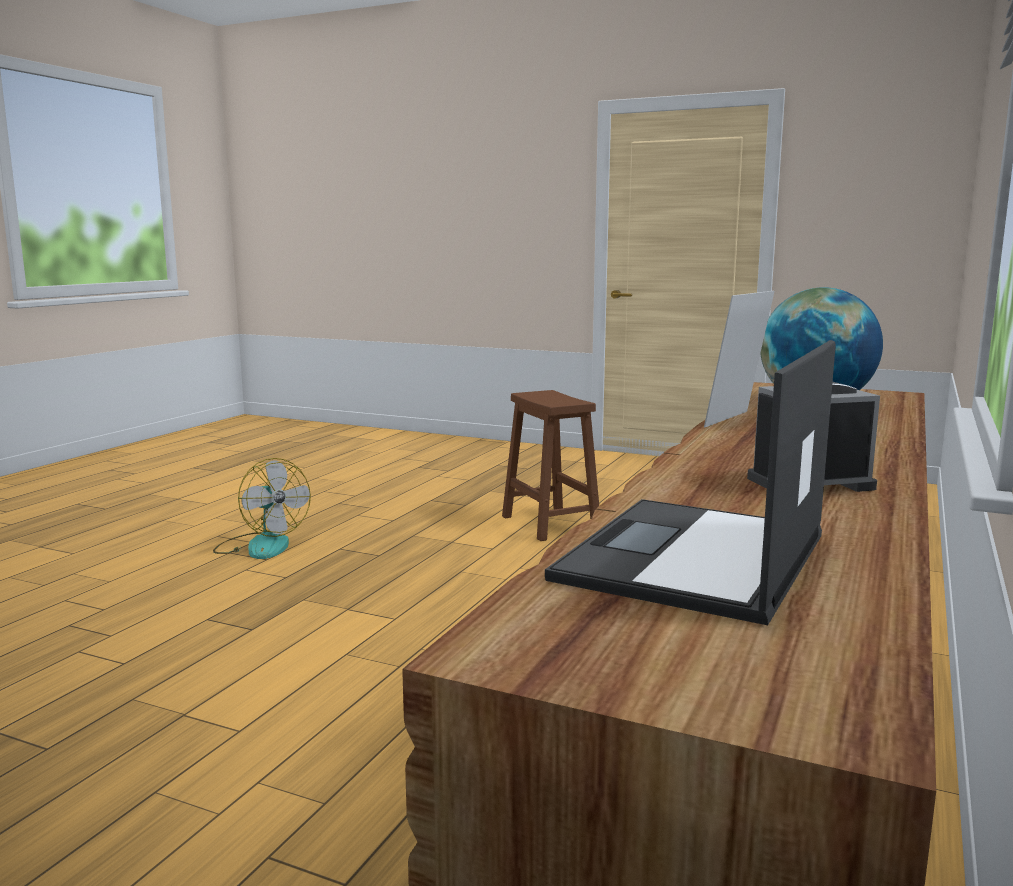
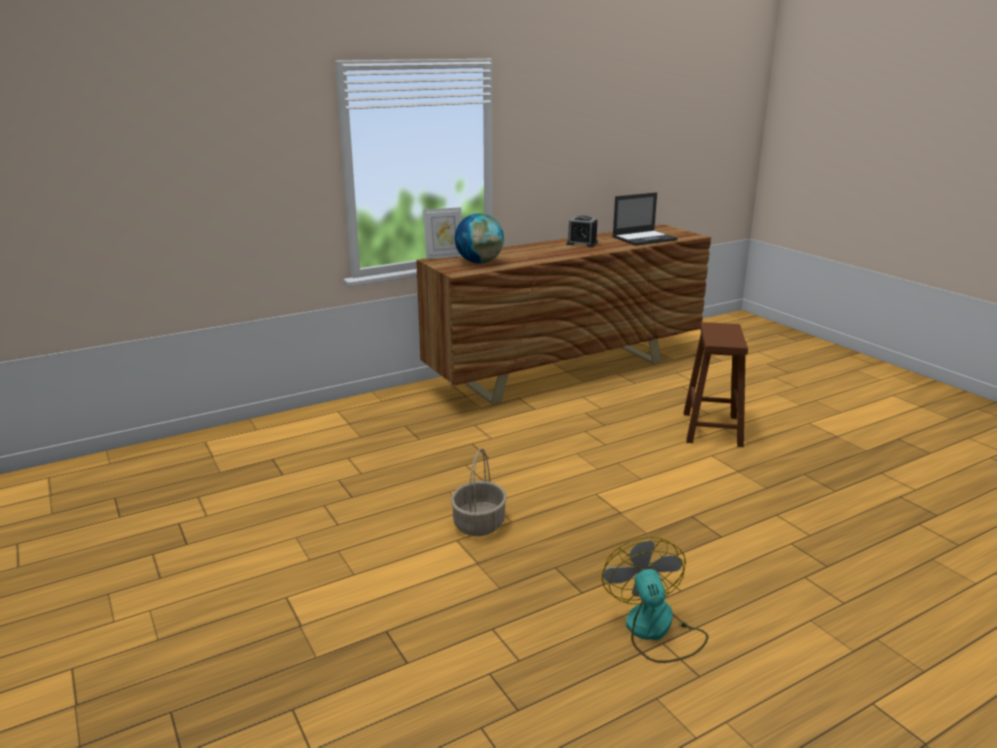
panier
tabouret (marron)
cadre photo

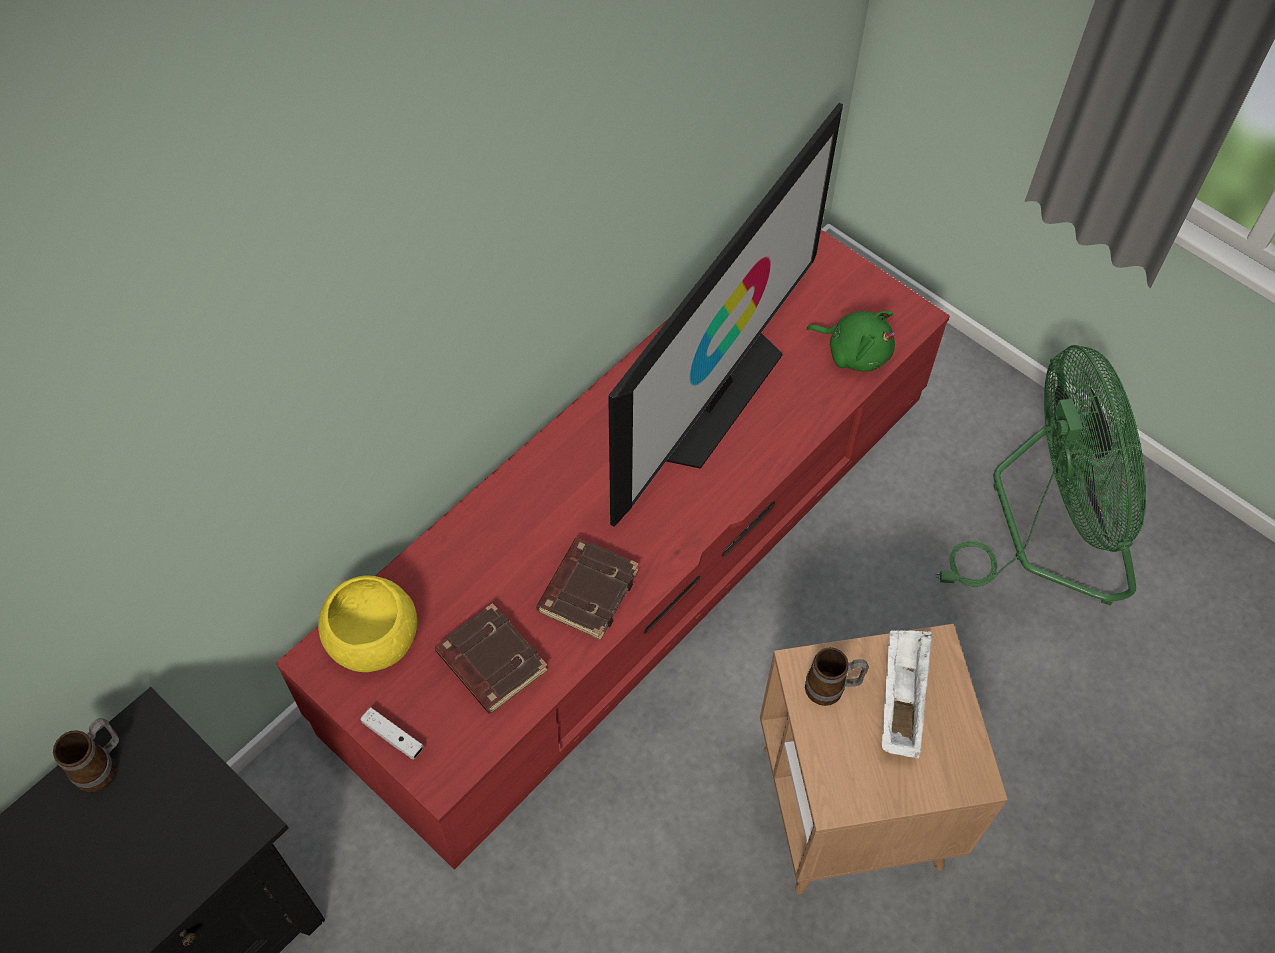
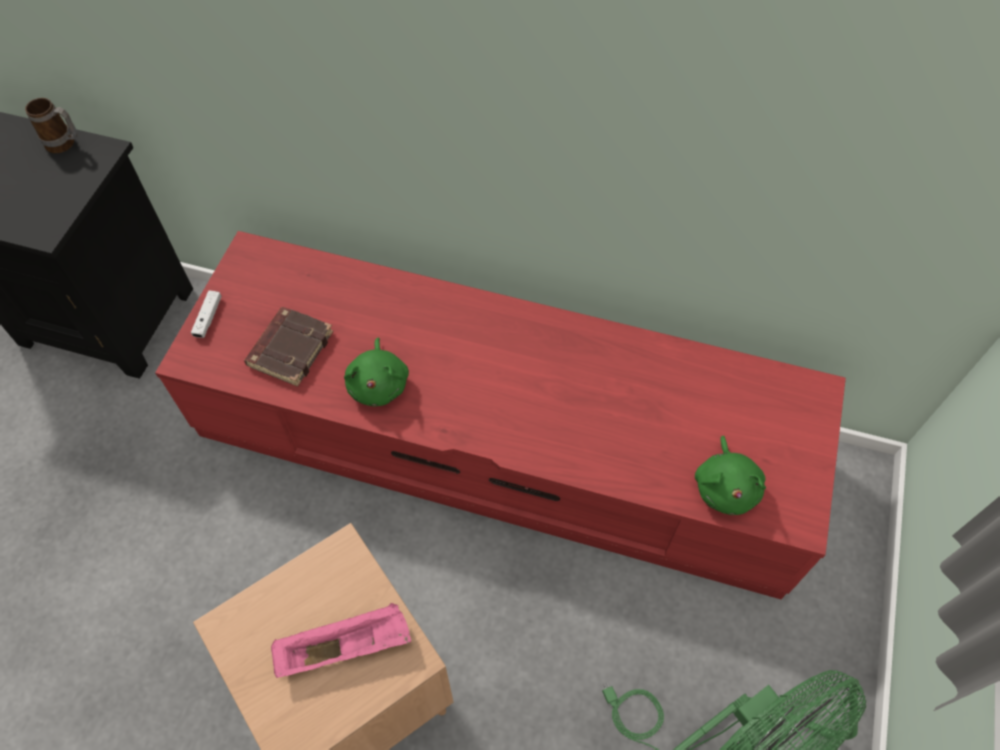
bol (jaune)
téléviseur
mug (2nd from left in the first image)
peluche (vert) (1st from left)
plateau (rose)

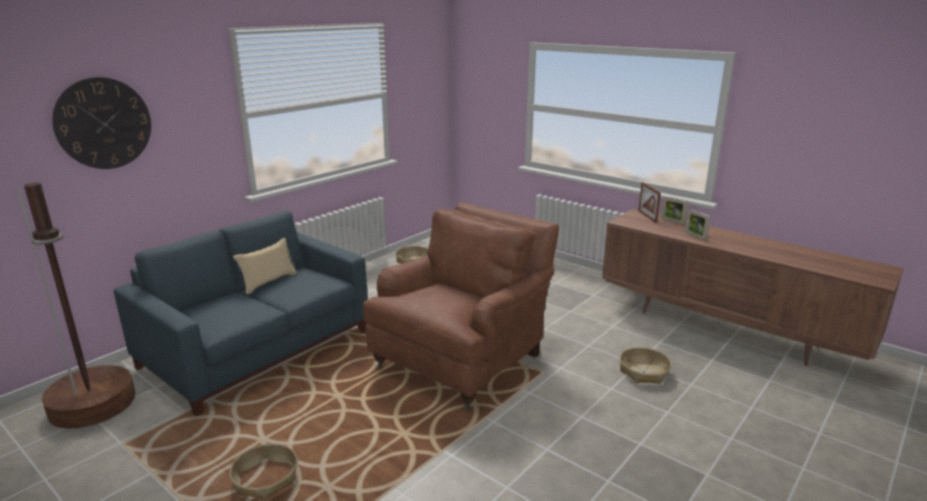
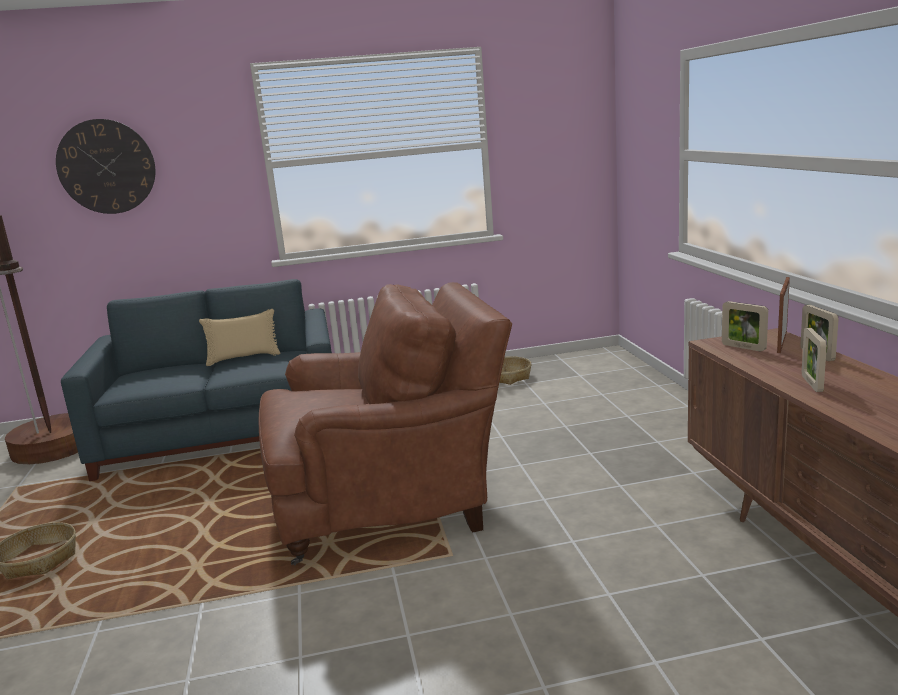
panier (3rd from left in the first image)
cadre photo (1st from left)

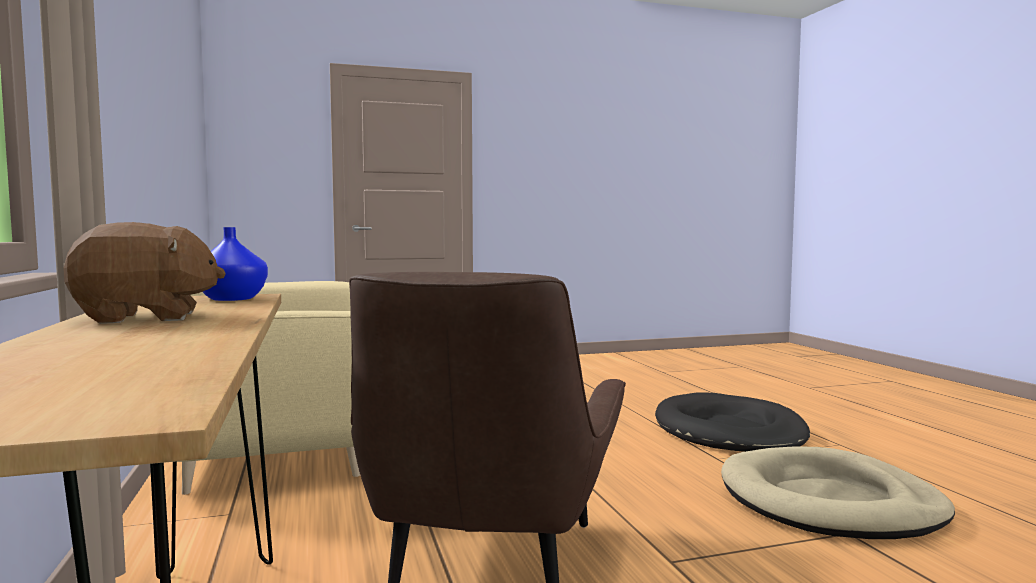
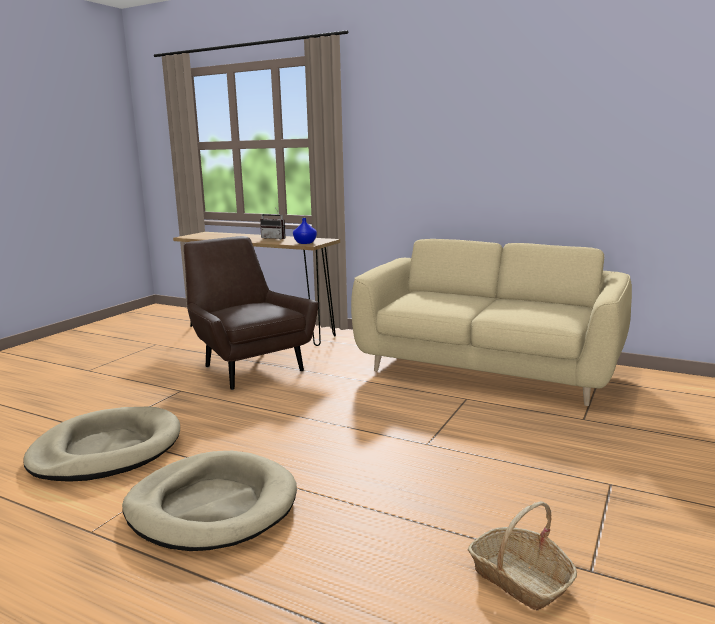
panier
radio
panier pour chien (beige) (2nd from left)

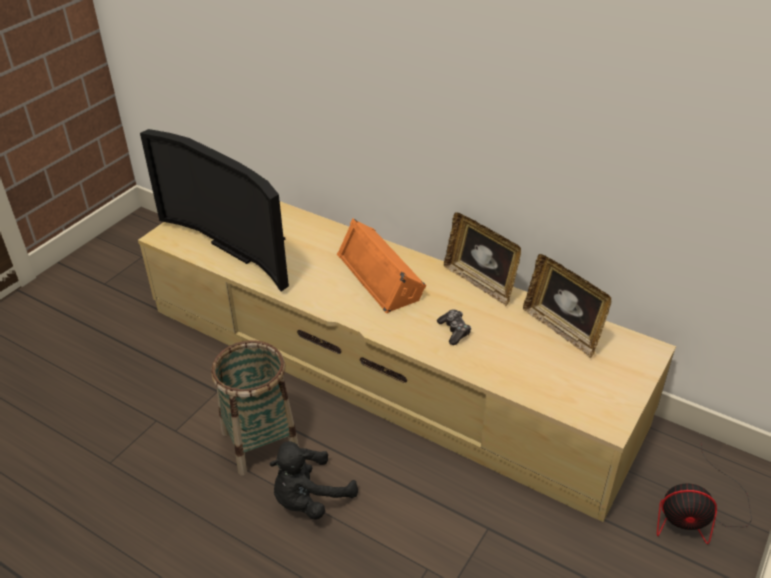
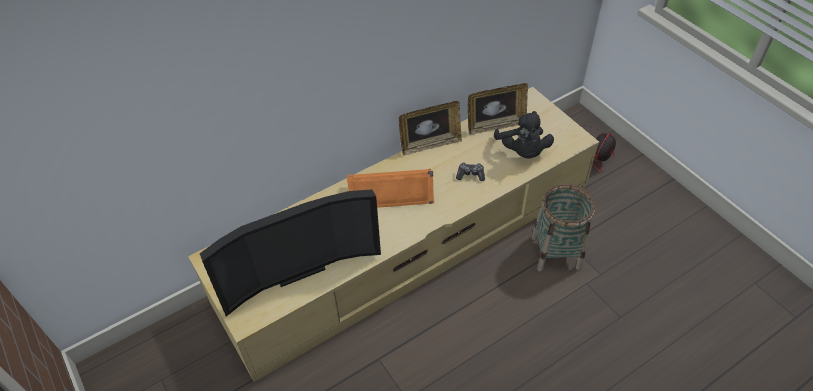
panier
peluche (noir)

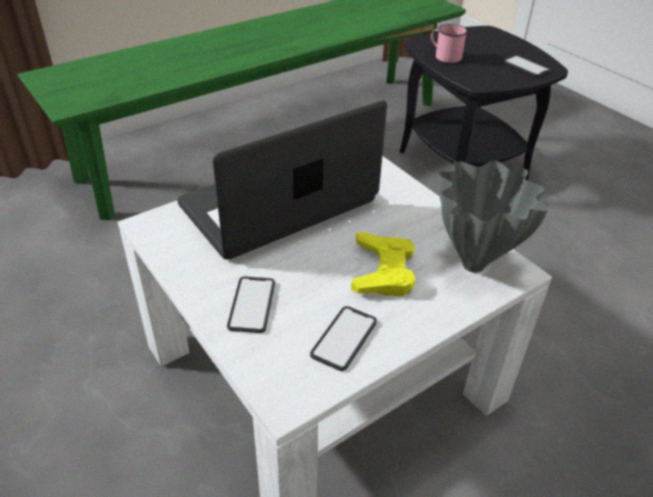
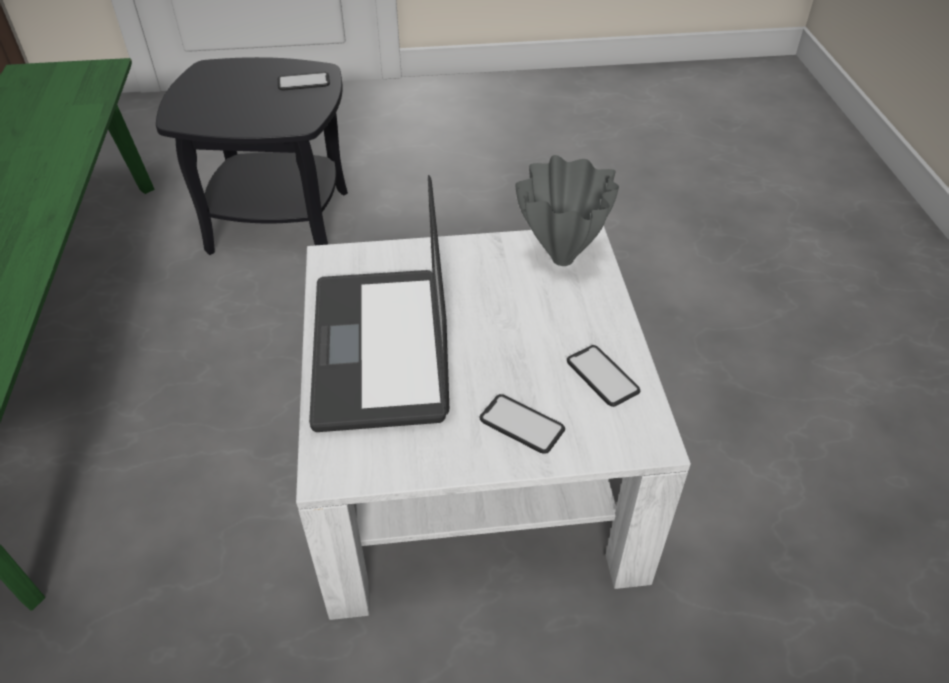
manette (jaune)
mug (rose)

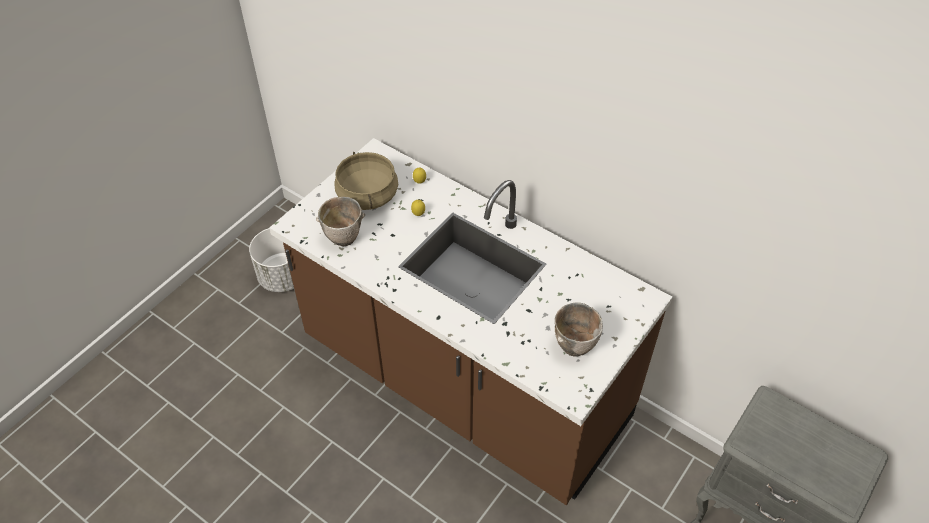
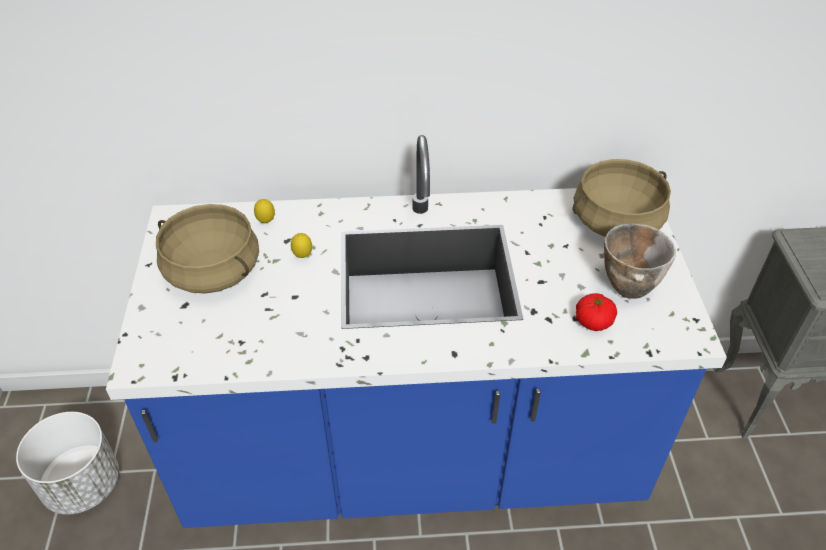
bol (1st from left in the first image)
marmite (beige) (2nd from left)
tomate
comptoir de cuisine (bleu)

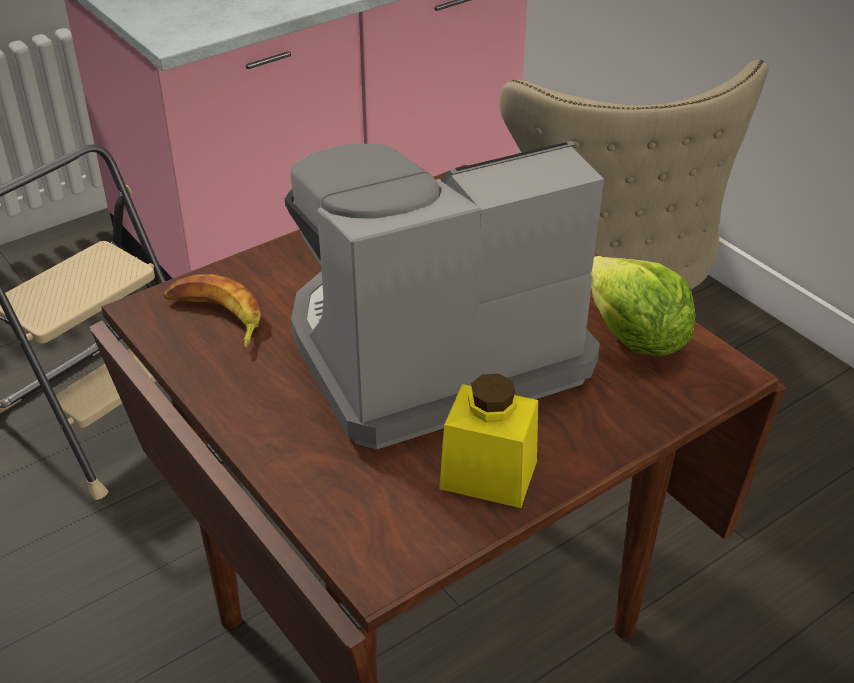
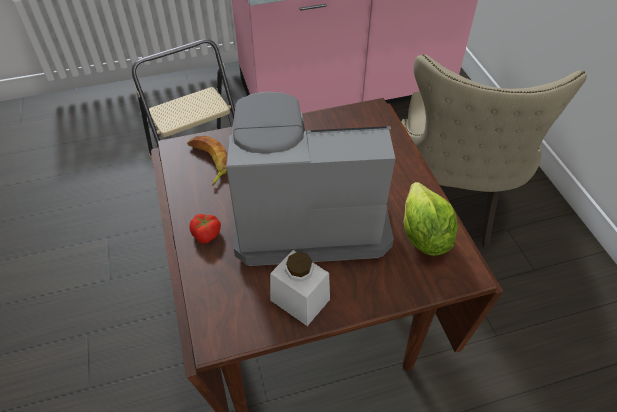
tomate
bocal (blanc)

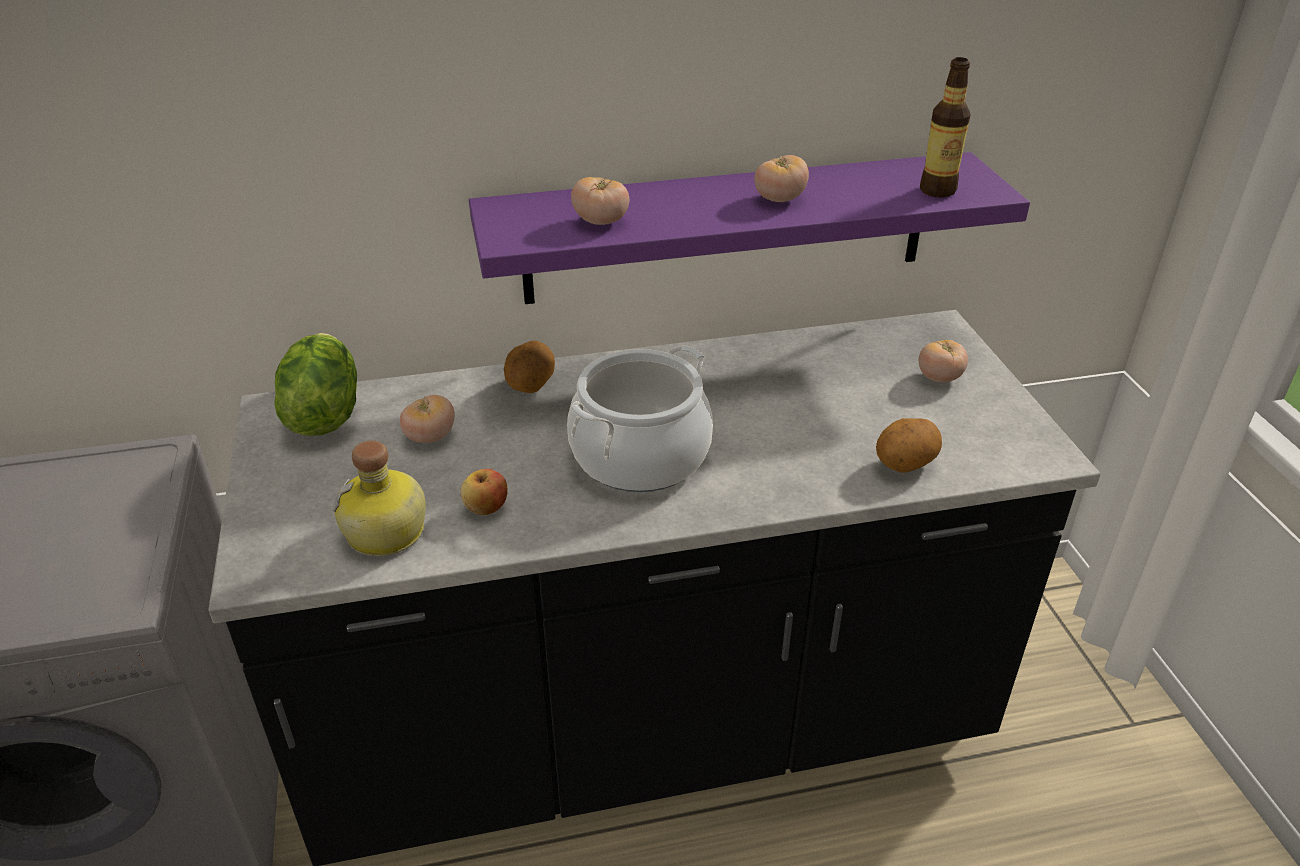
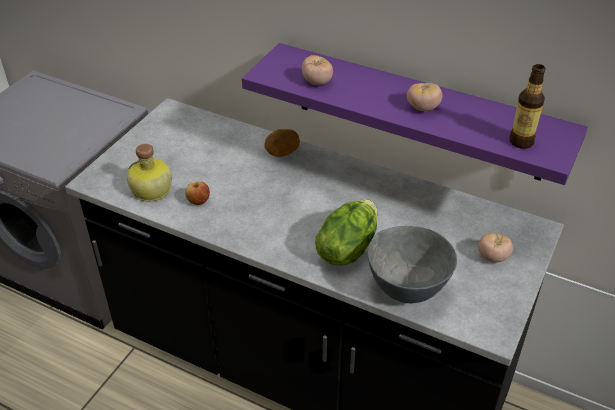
tomate (1st from left in the first image)
marmite
laitue
bol (gris)

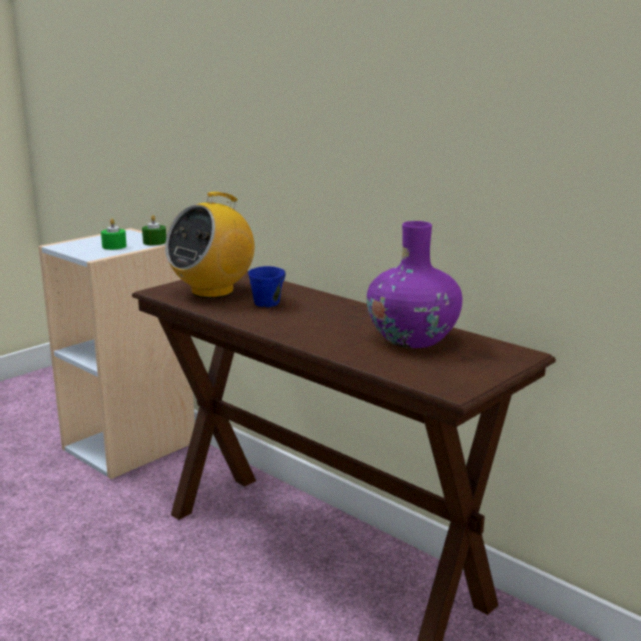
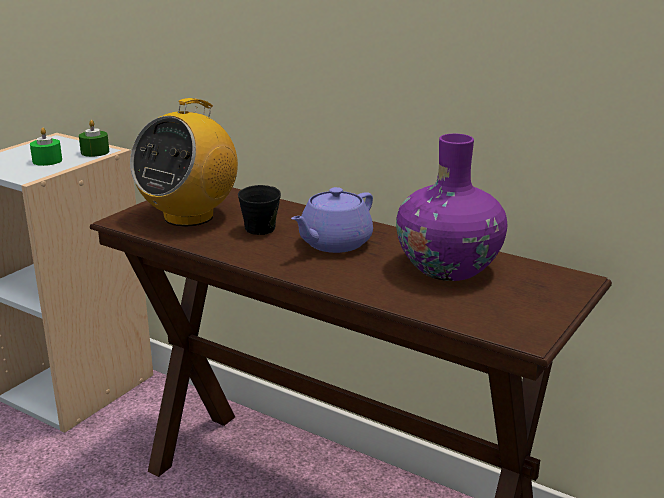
théière (violet)
mug (noir)

